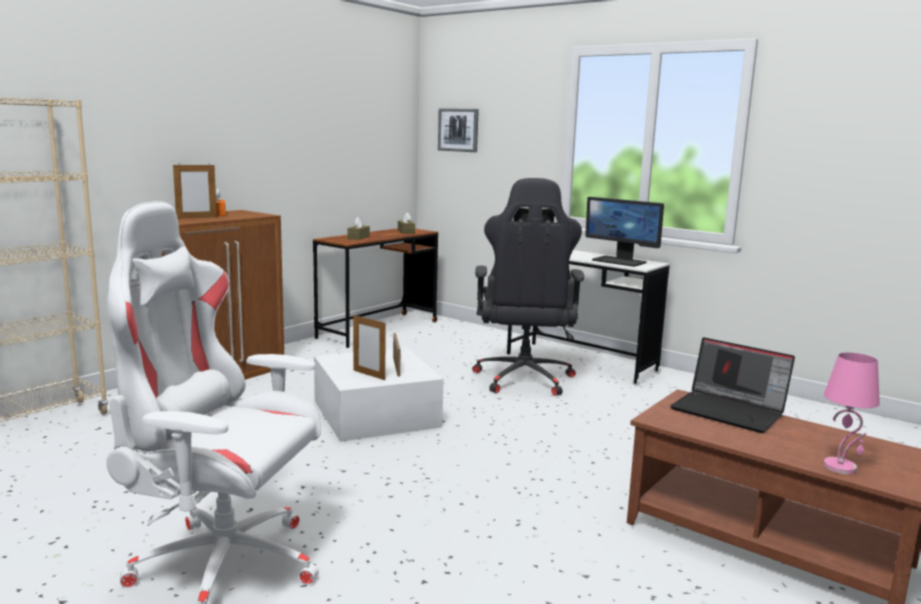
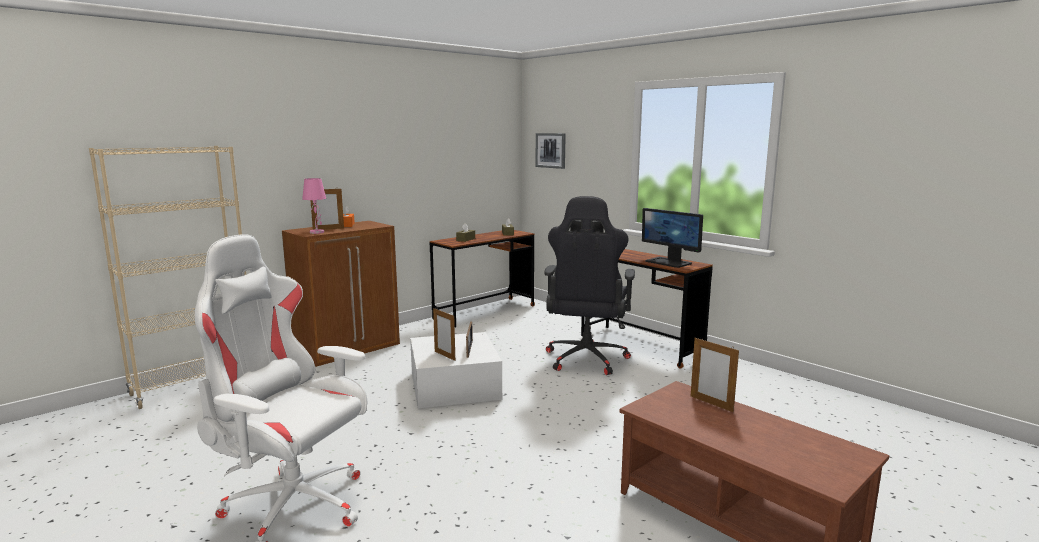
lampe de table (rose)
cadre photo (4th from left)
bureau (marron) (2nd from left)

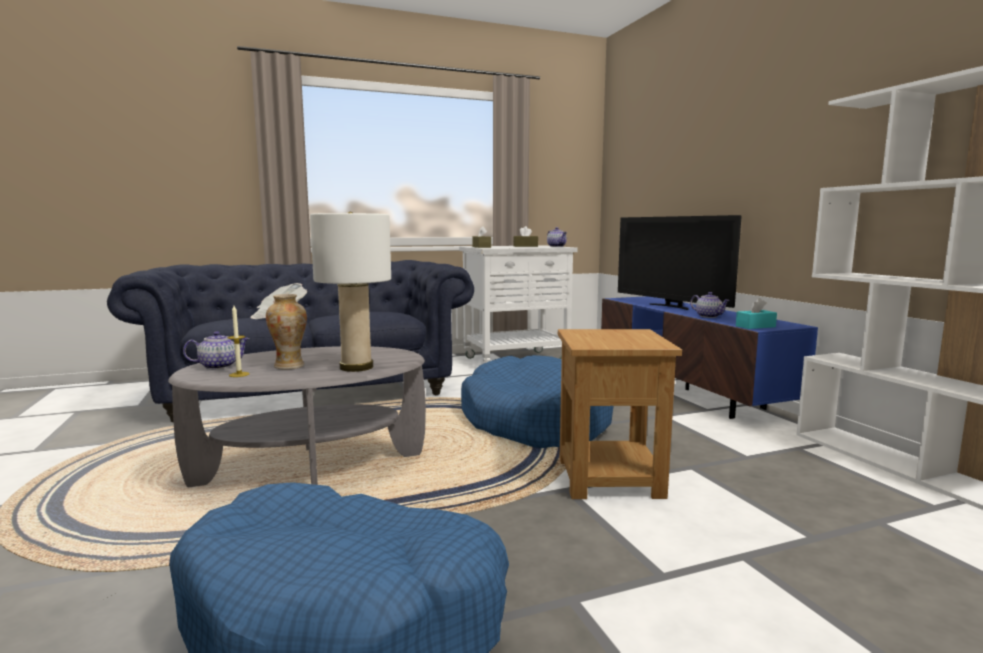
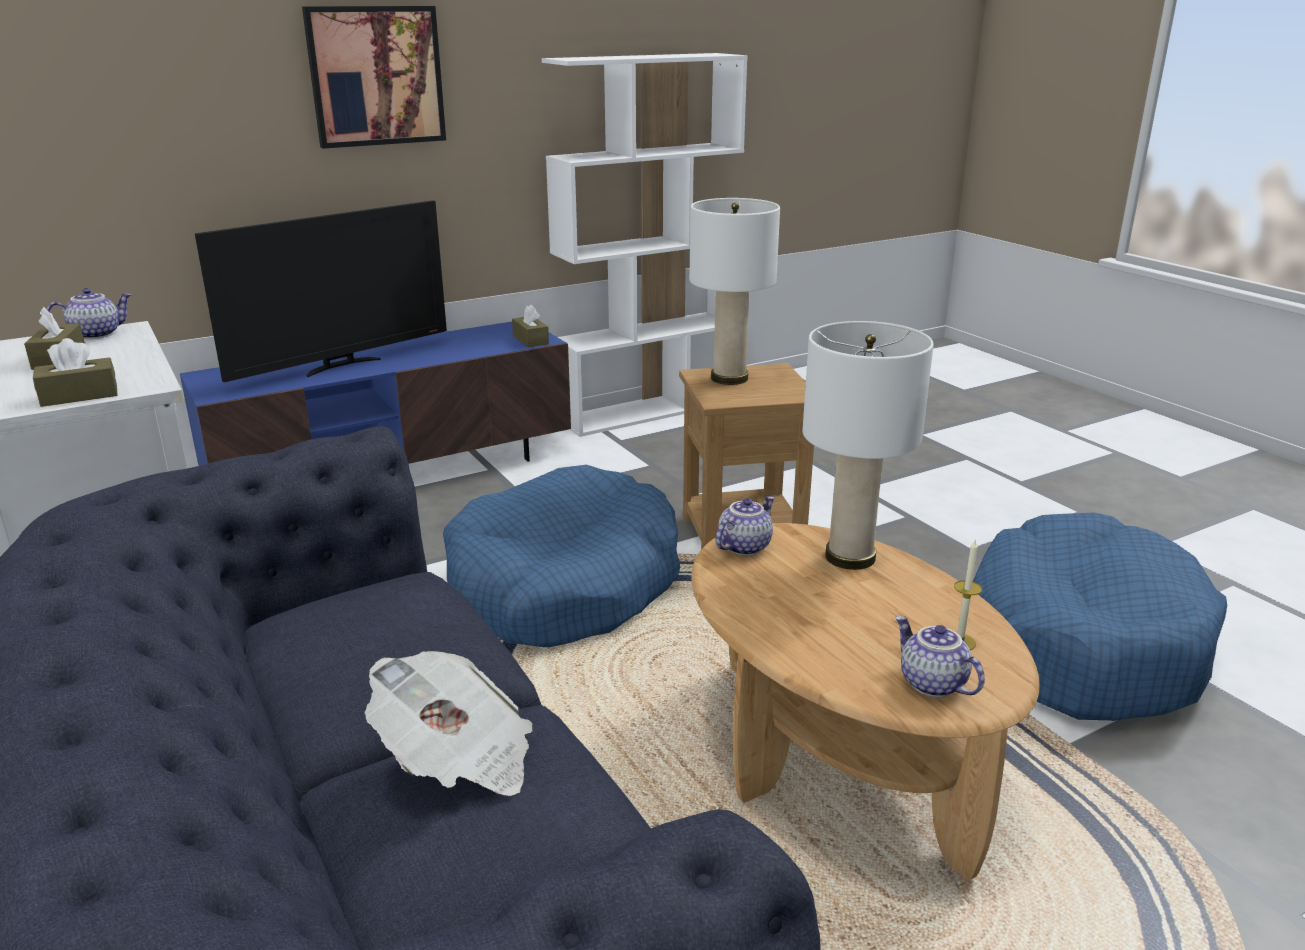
vase
tableau
lampe de table (blanc) (1st from left)
théière (2nd from left)
table basse (marron)
boîte à mouchoirs (marron) (3rd from left)

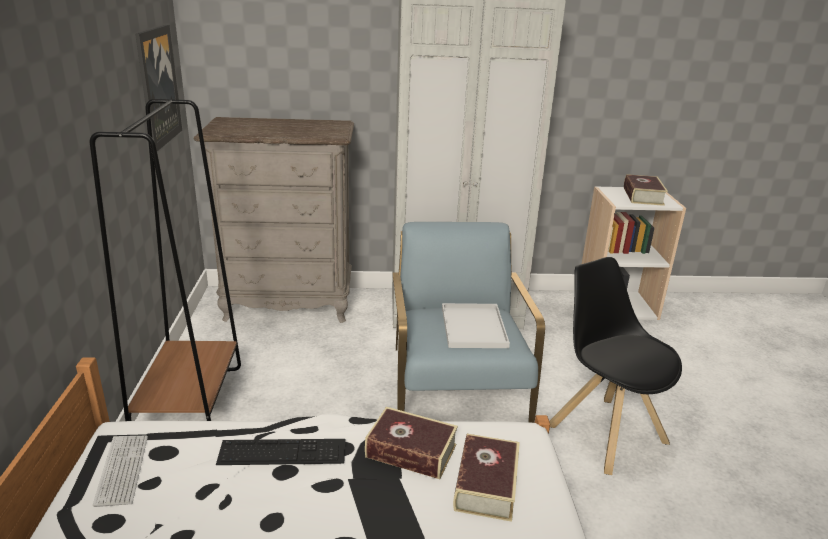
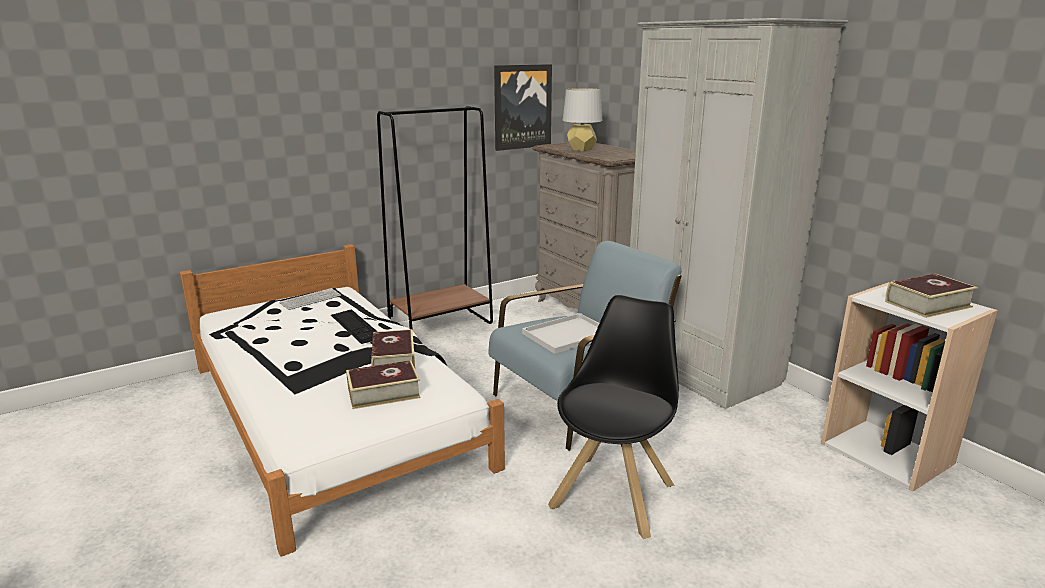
lampe de table (gris)

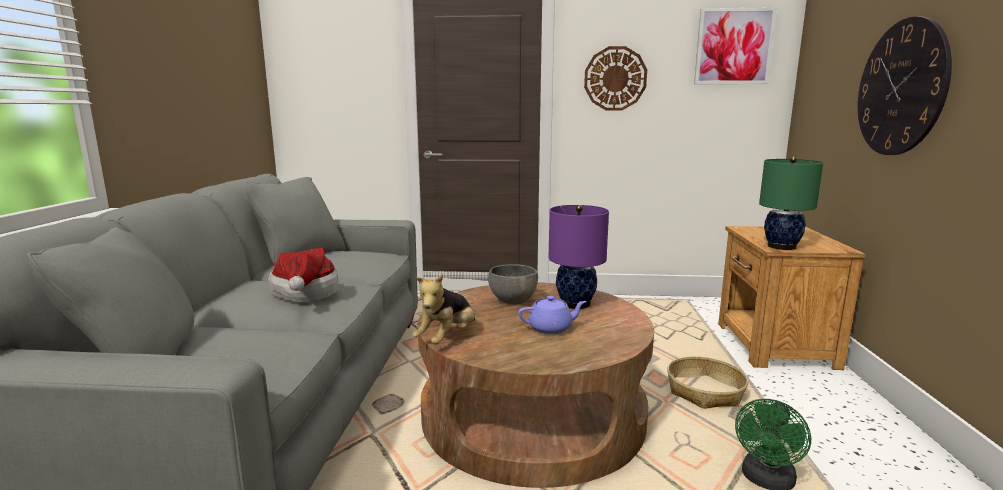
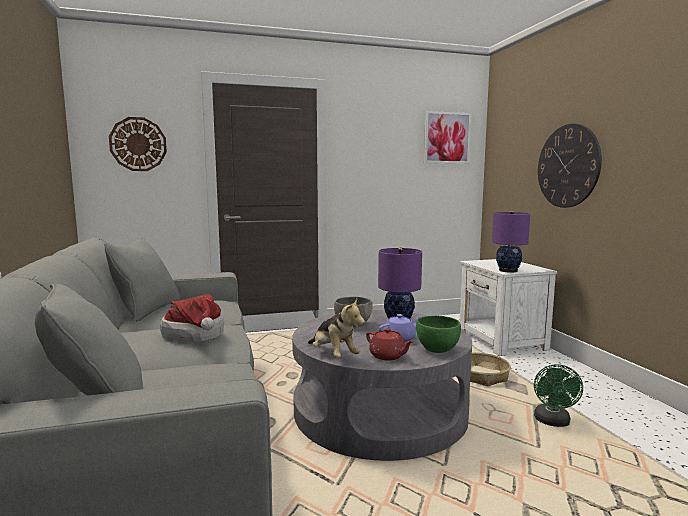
théière (rouge)
bol (vert)
horloge murale (1st from left)
table basse (gris)
table de chevet (blanc)
lampe de table (violet) (2nd from left)
peluche

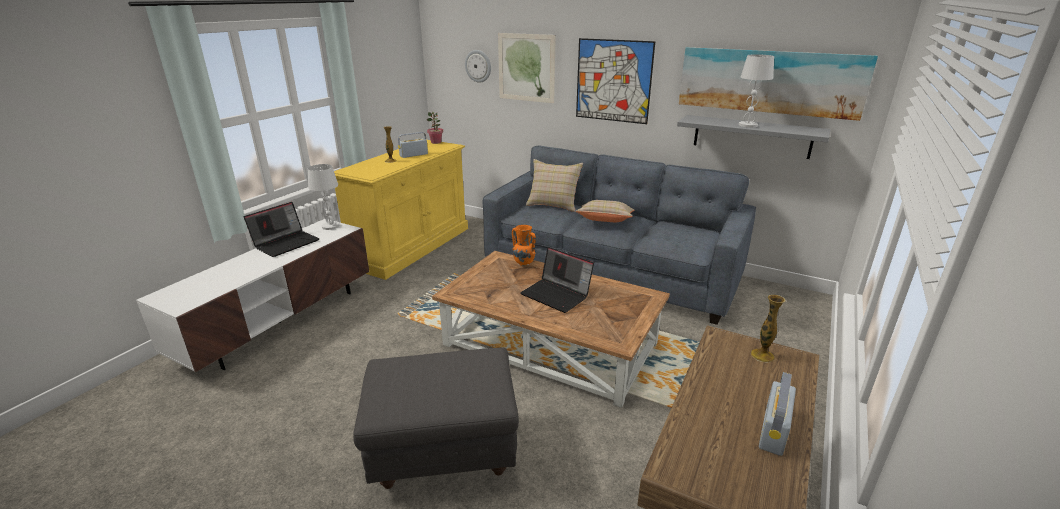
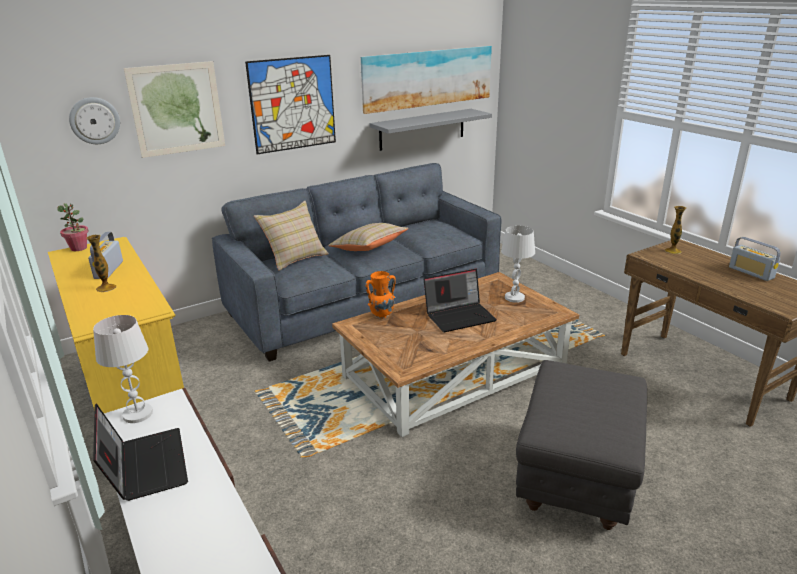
lampe de table (blanc) (2nd from left)

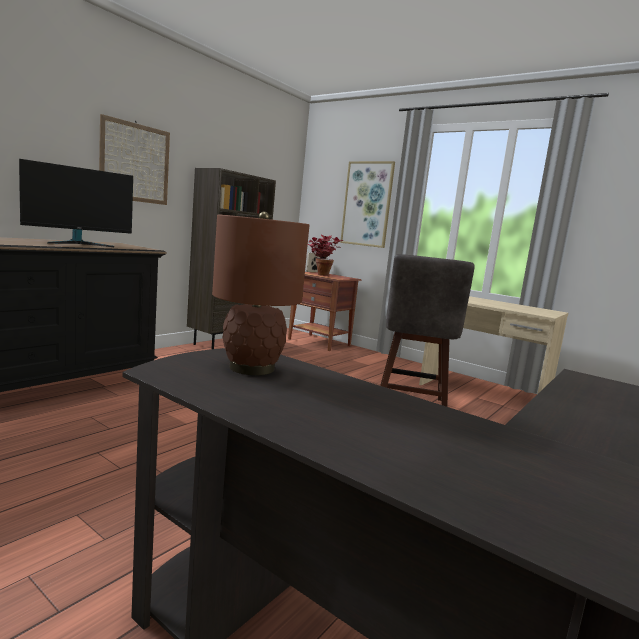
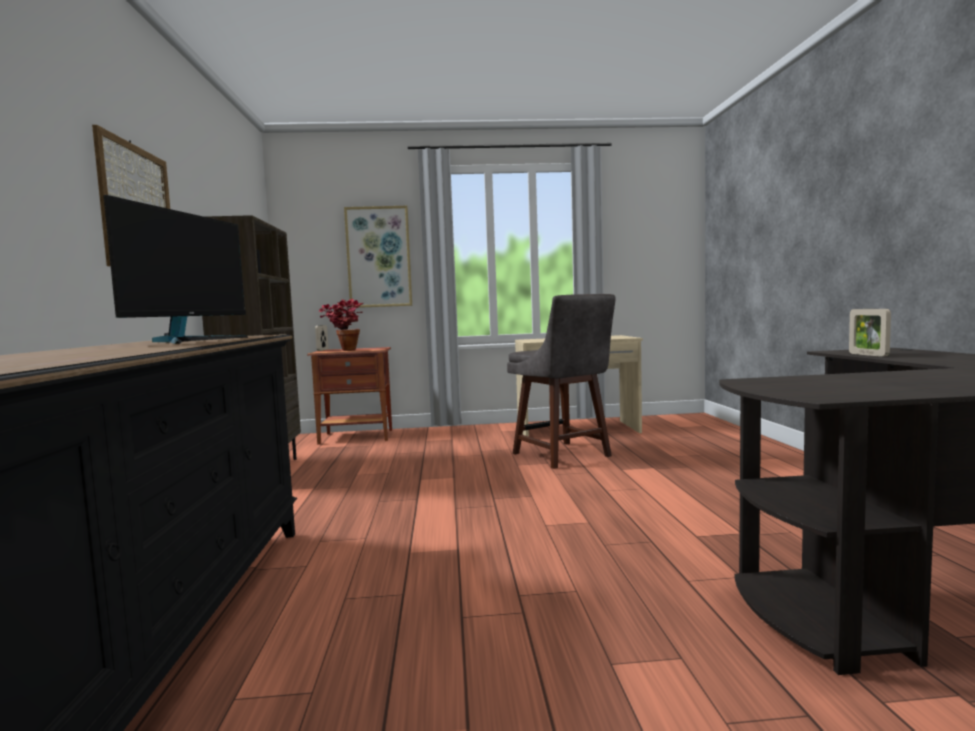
lampe de table (marron)
cadre photo (2nd from left)

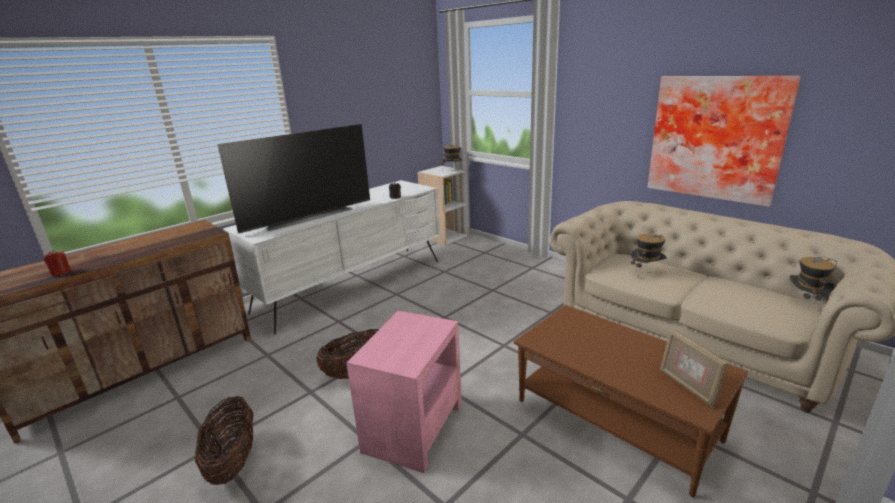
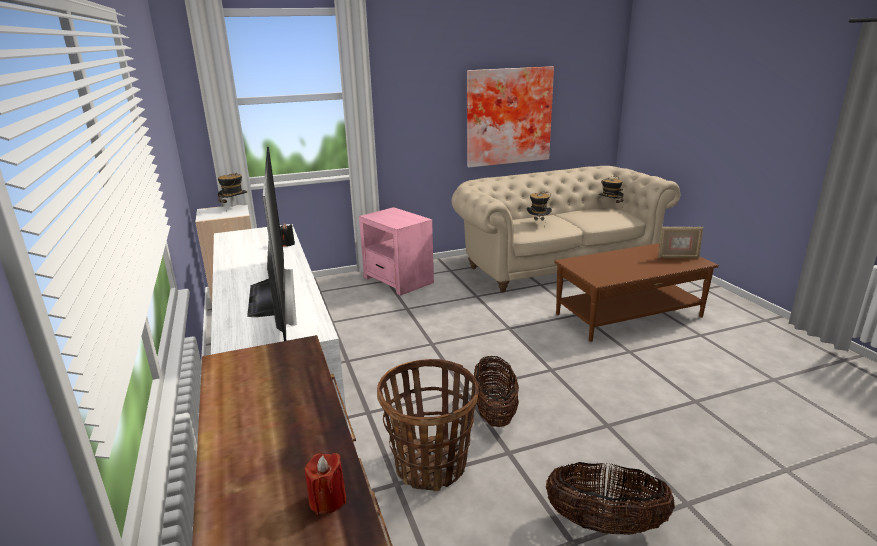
panier (1st from left)
table d'appoint (rose)

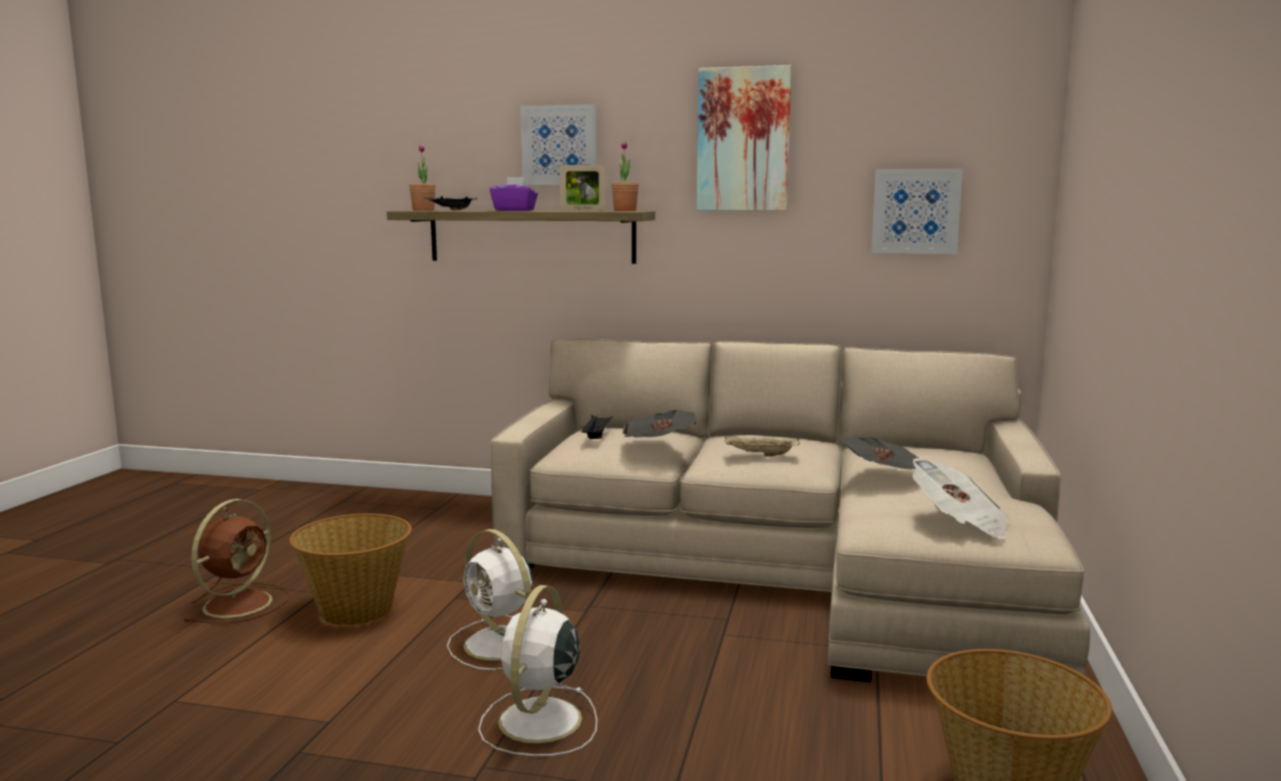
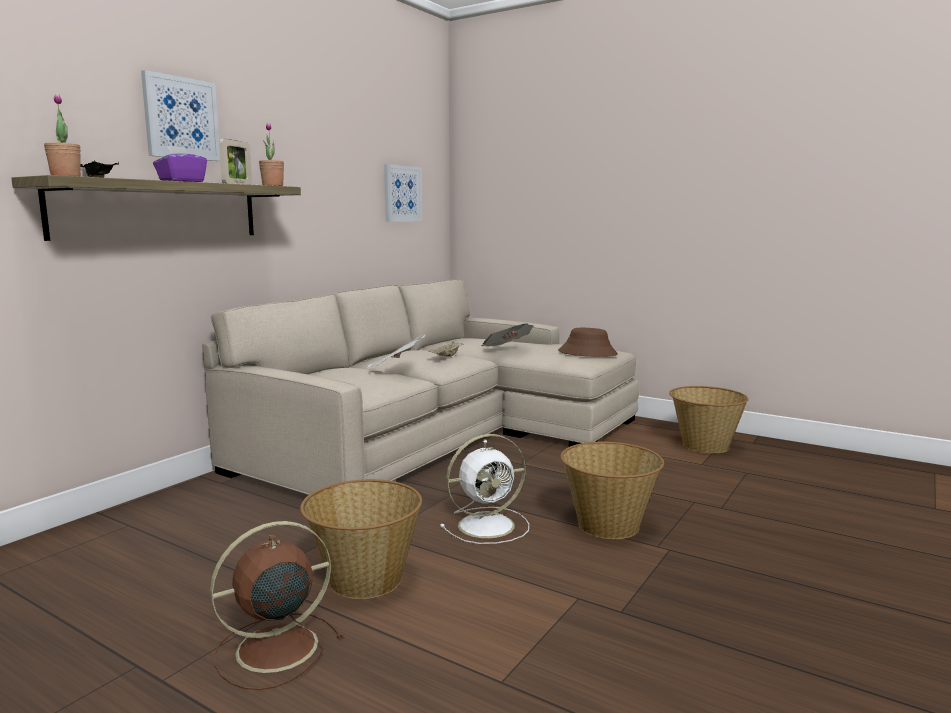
plateau (noir) (2nd from left in the first image)
tableau (2nd from left in the first image)
panier (2nd from left)
chapeau (marron)
ventilateur (marron)

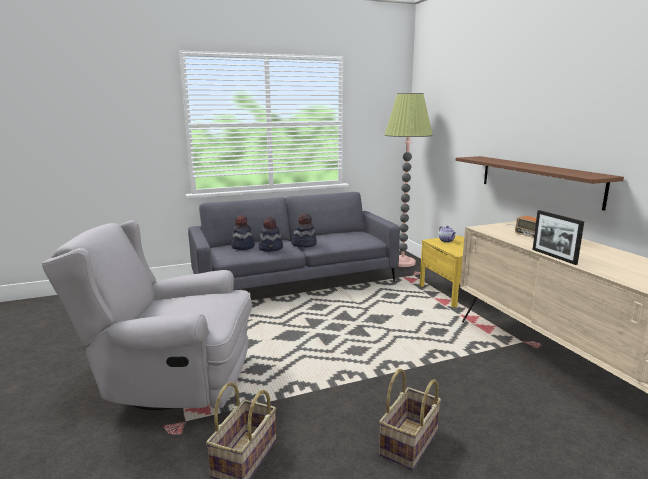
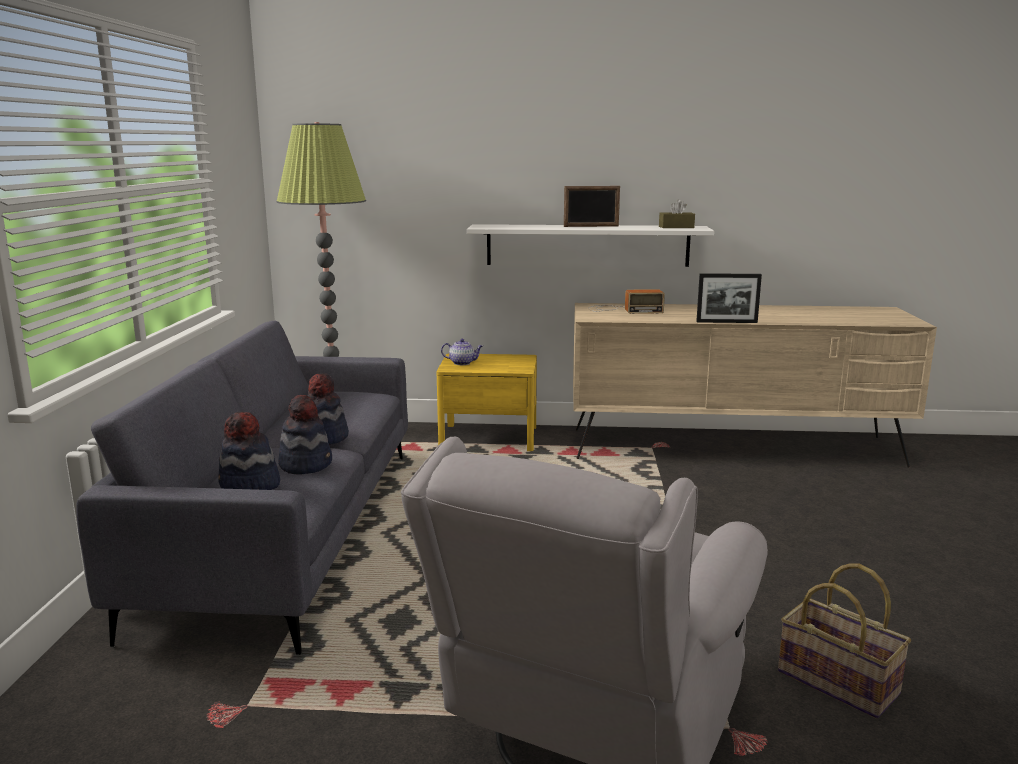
panier (2nd from left in the first image)
cadre photo (1st from left)
boîte à mouchoirs (marron)
étagère (blanc)

